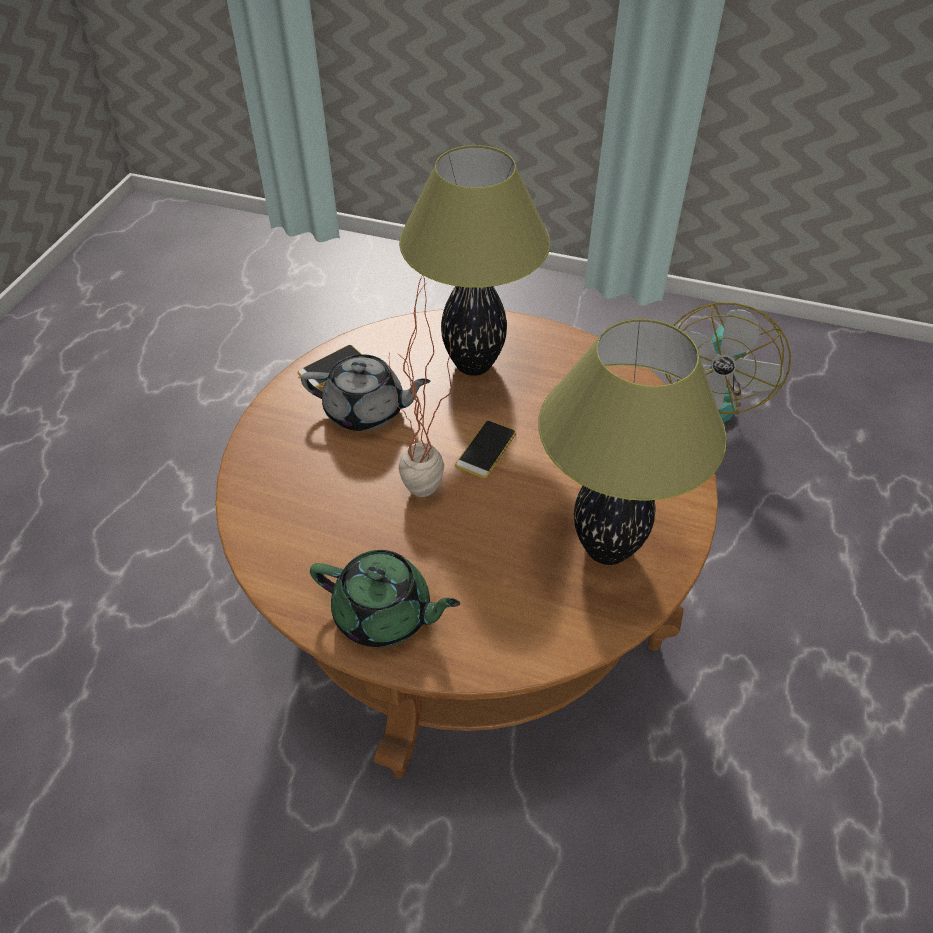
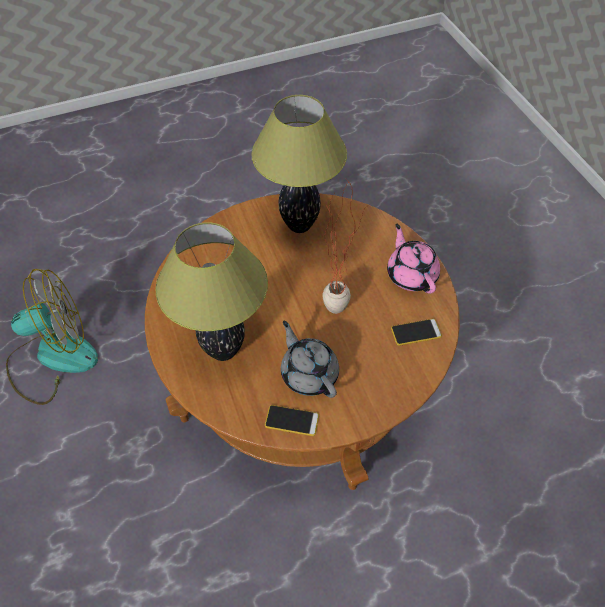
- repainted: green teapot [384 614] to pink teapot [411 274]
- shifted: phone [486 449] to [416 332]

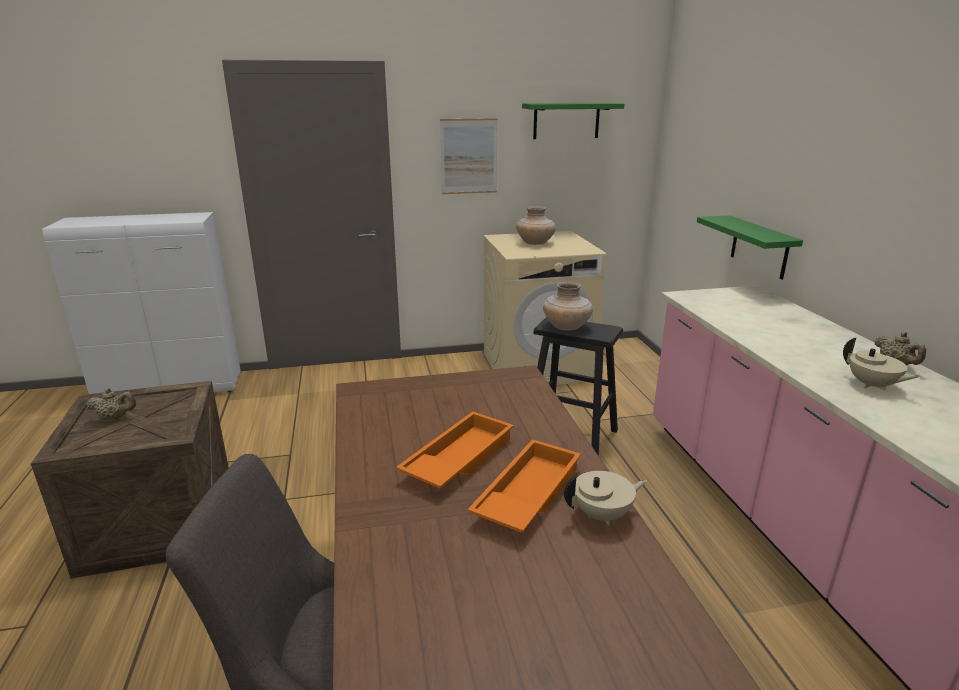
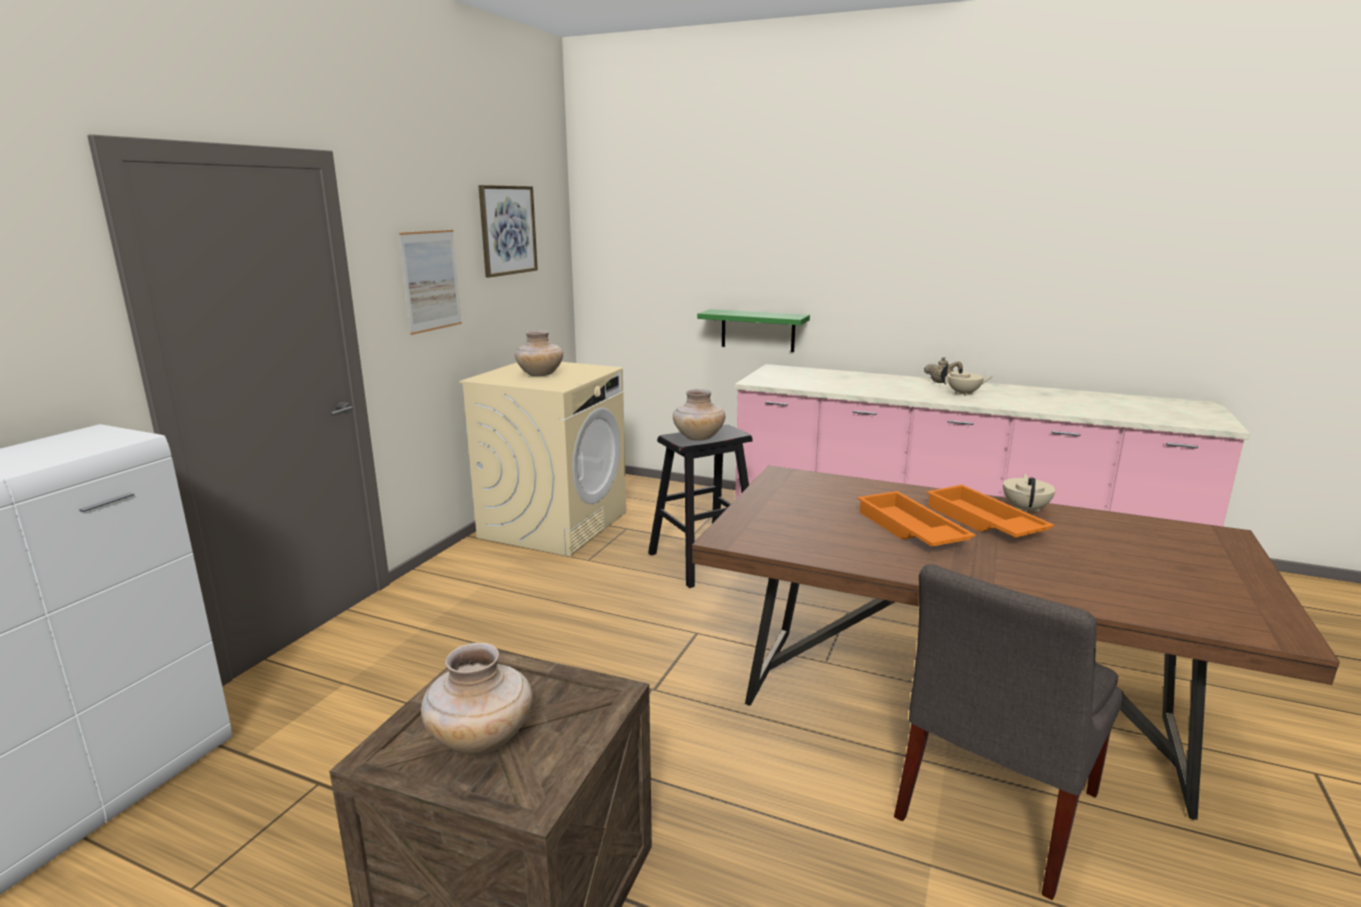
- swapped: beige teapot [115 417] to beige vase [481 739]
- swapped: green shelf [566 120] to picture [507 230]

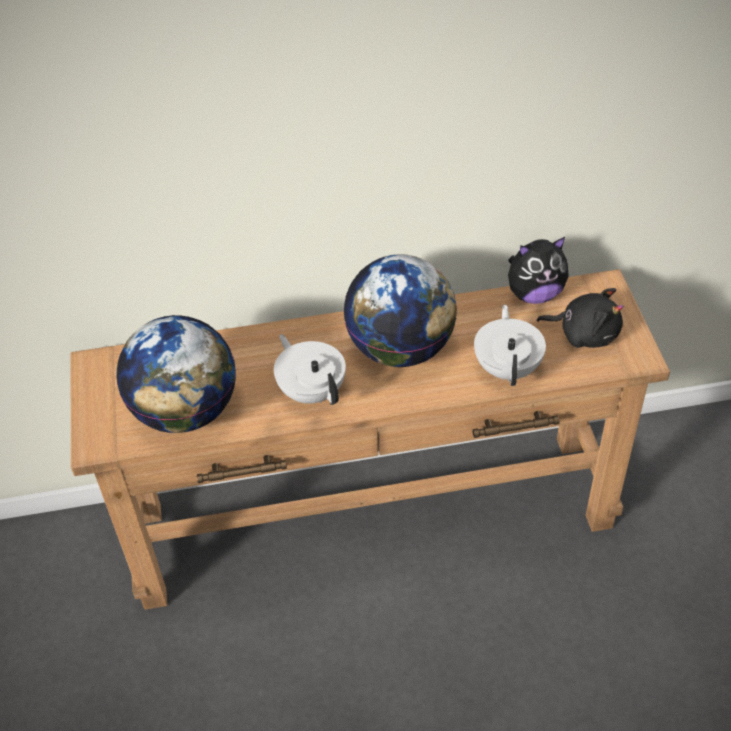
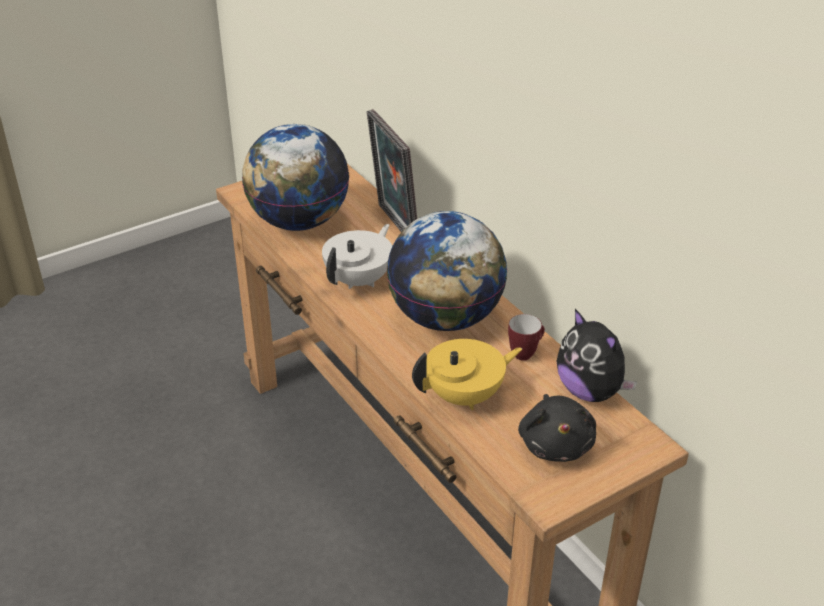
- repainted: white teapot [508 368] to yellow teapot [465 396]
- new: picture frame [393 225]
- new: mug [525 353]

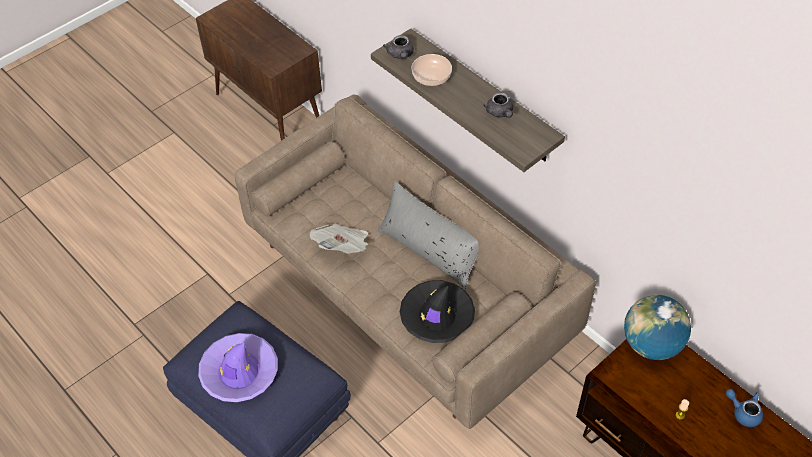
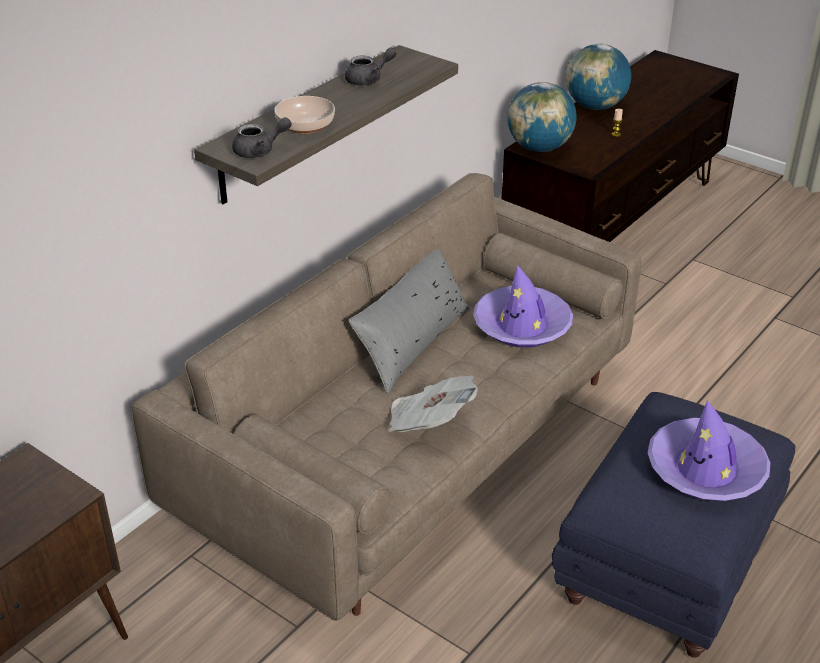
- repainted: black hat [437 317] to purple hat [522 326]
- swapped: blue teapot [743 412] to globe [595 106]

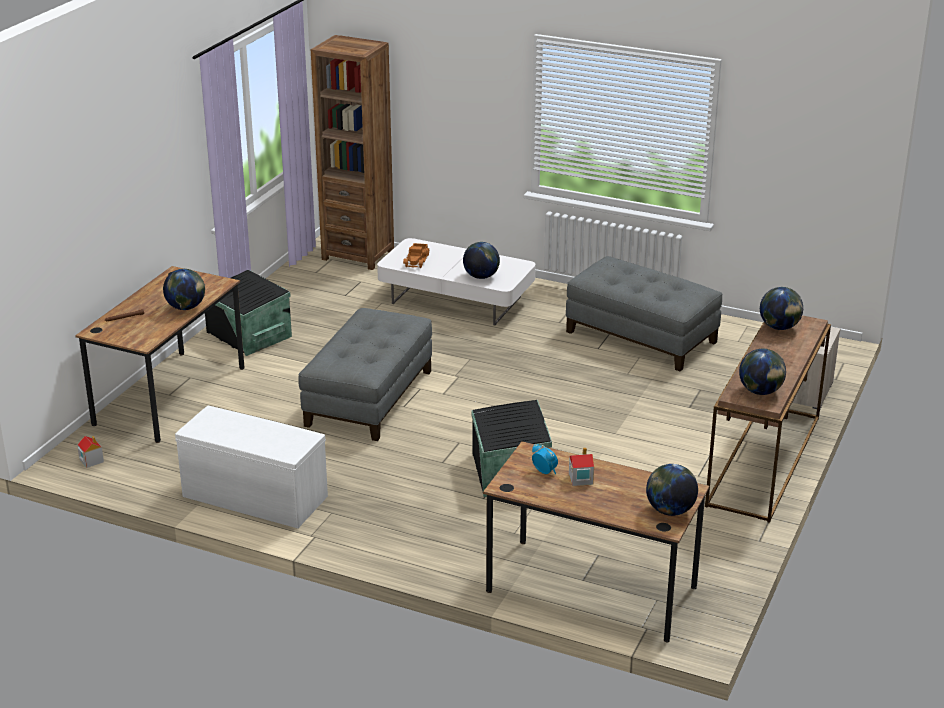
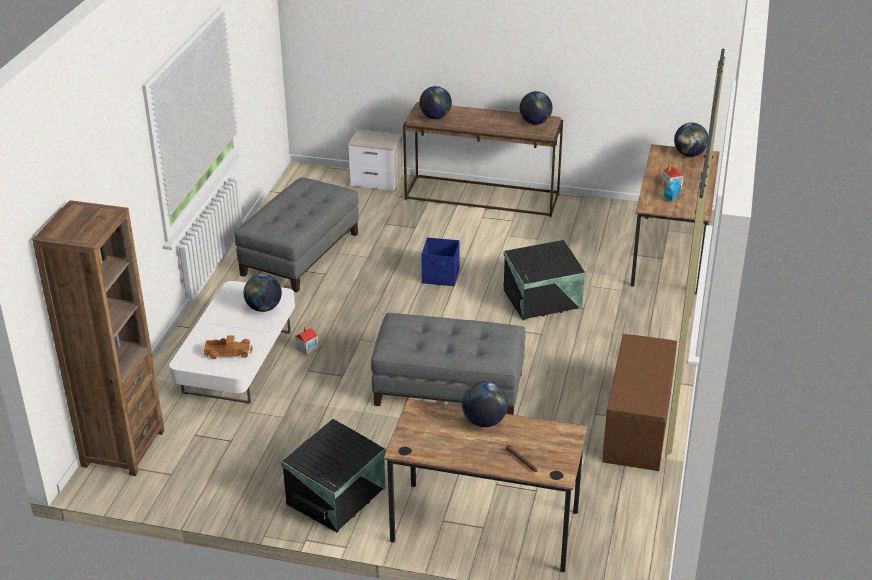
- shifted: toy house [91 460] to [307 348]
- repainted: white bench [253 497] to brown bench [638 427]
- new: blue storage box [441 276]

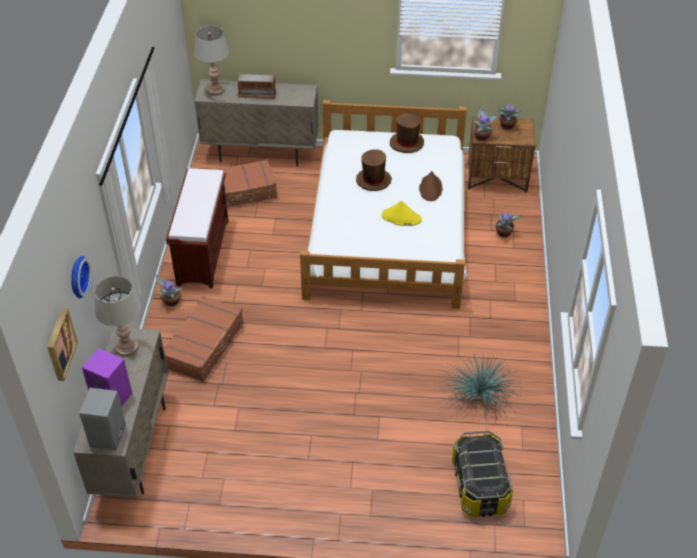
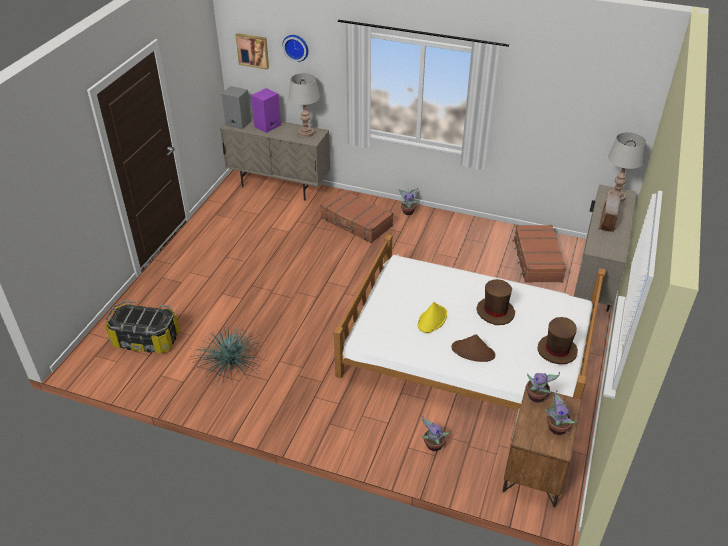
- gone: brown bench [203 251]

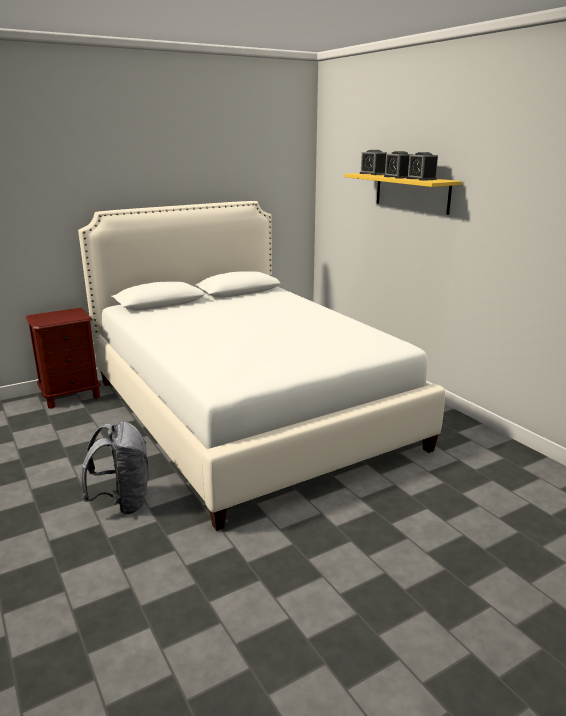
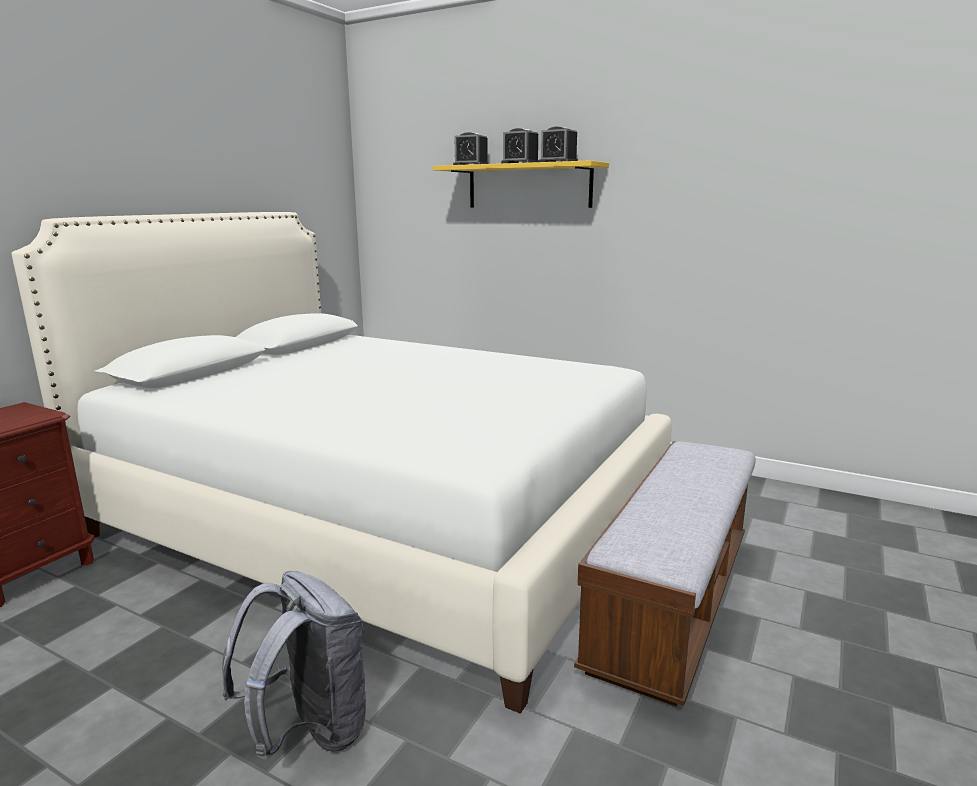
- new: bench [673 600]

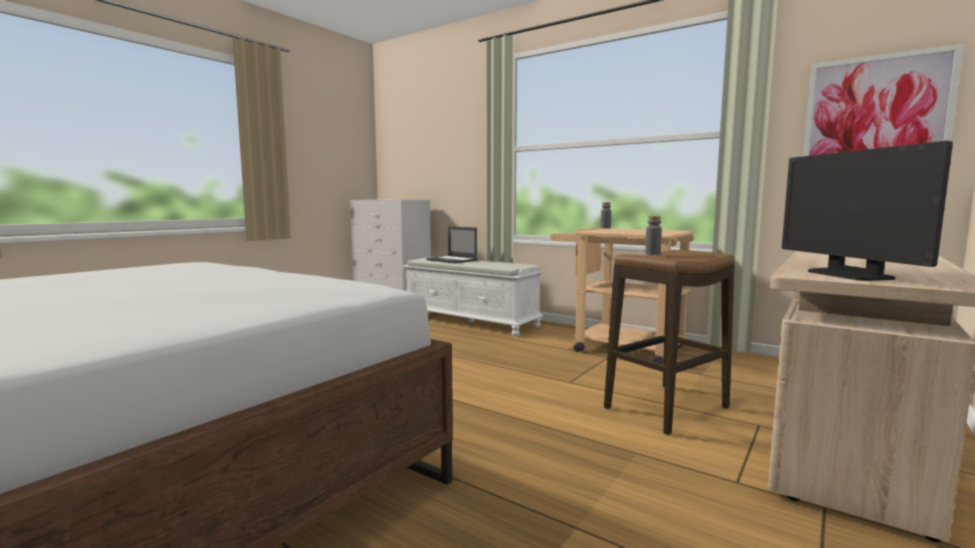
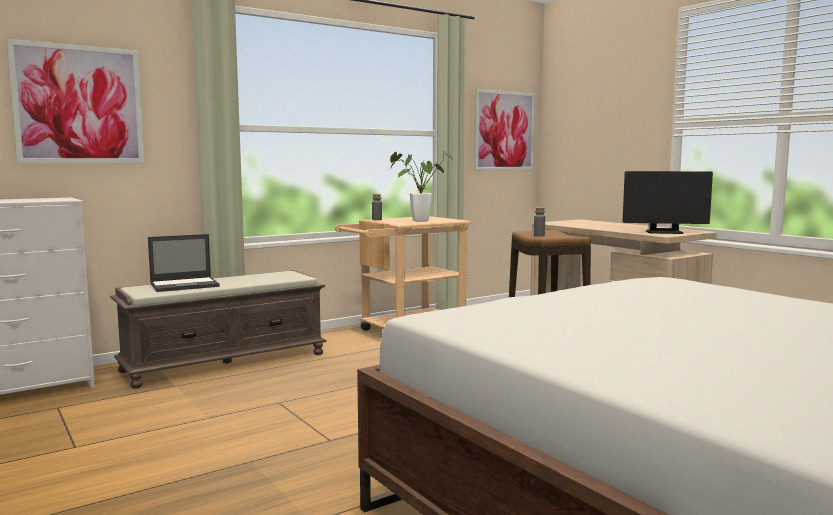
- repainted: white bench [472 321] to brown bench [226 362]
- new: picture [79 105]
- new: potted plant [416 221]

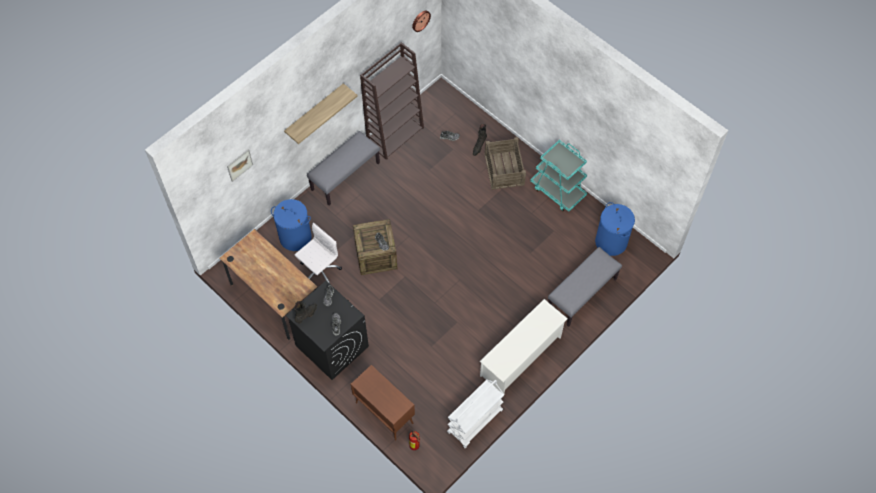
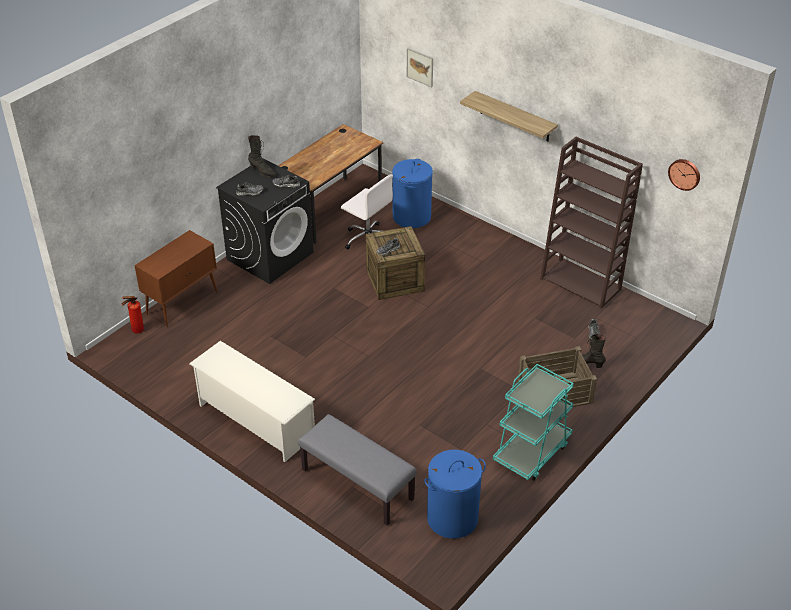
- gone: grey bench [345 176]
- gone: white cart [475 422]

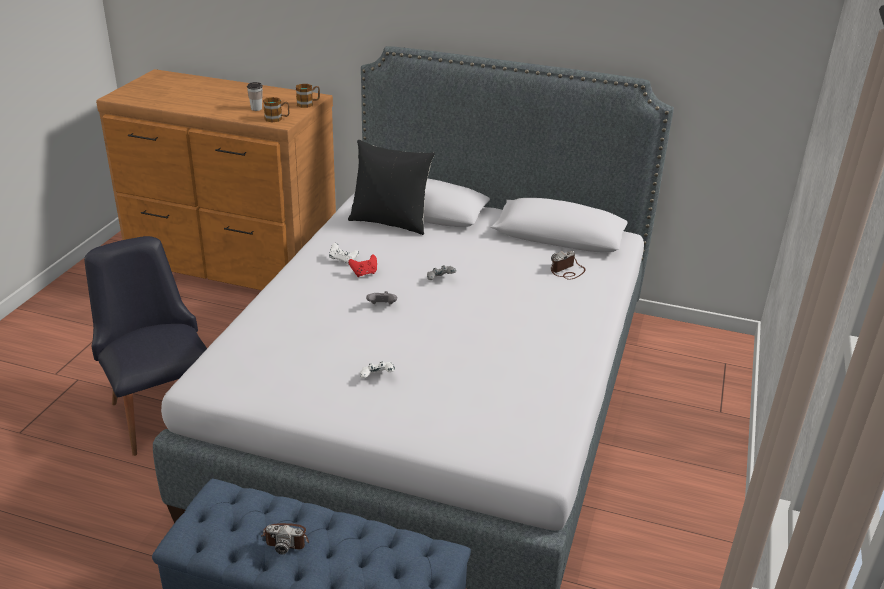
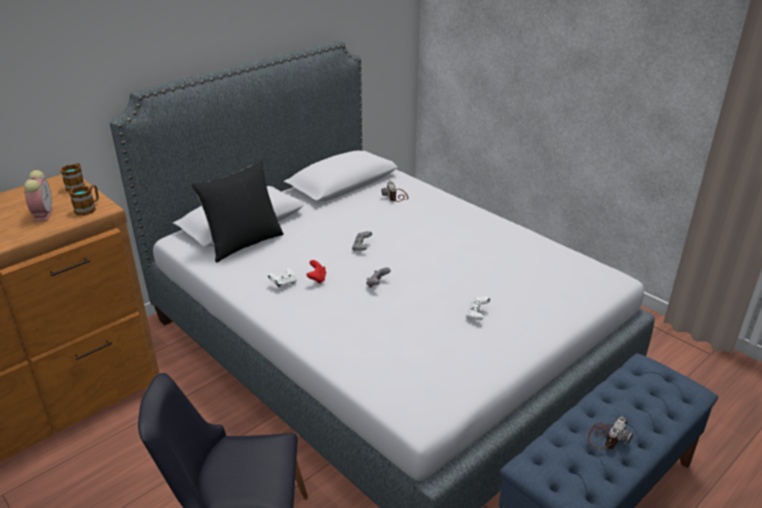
- swapped: cup [256 108] to alarm clock [43 214]

